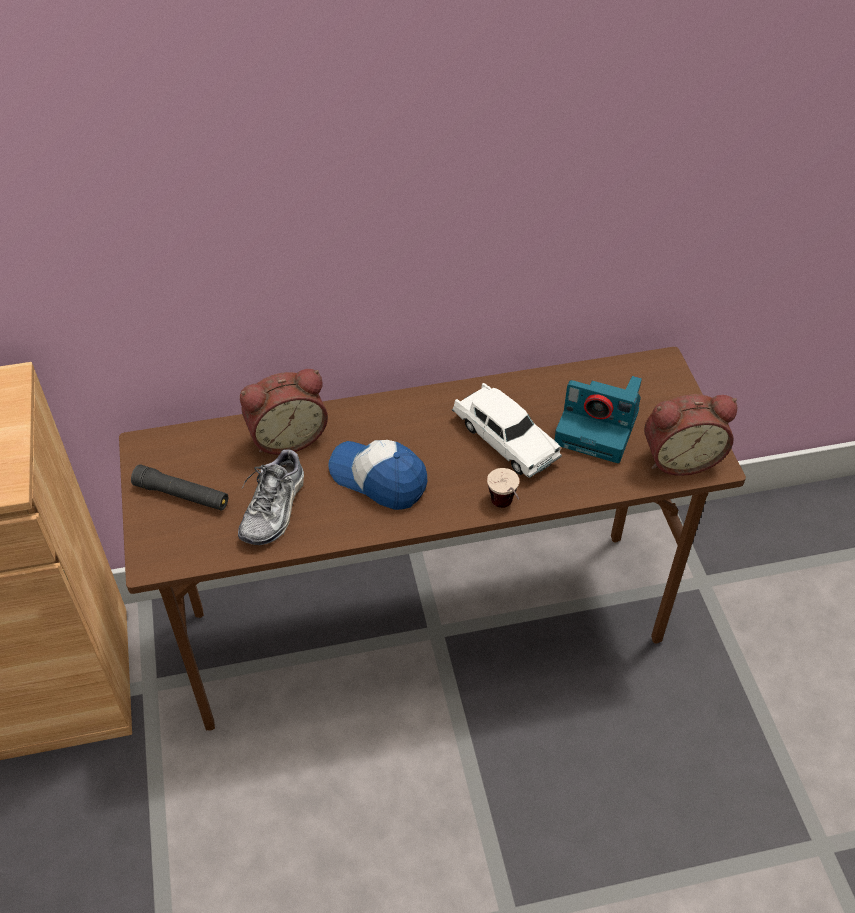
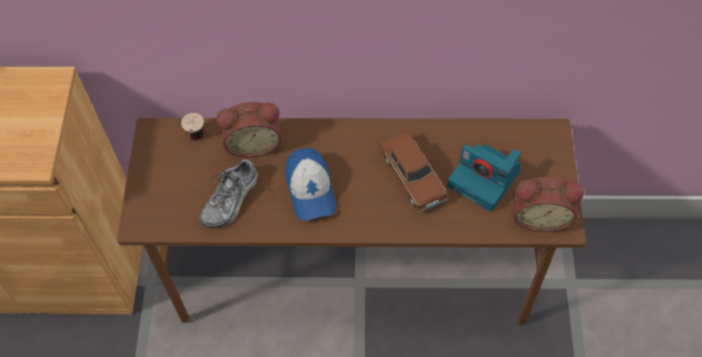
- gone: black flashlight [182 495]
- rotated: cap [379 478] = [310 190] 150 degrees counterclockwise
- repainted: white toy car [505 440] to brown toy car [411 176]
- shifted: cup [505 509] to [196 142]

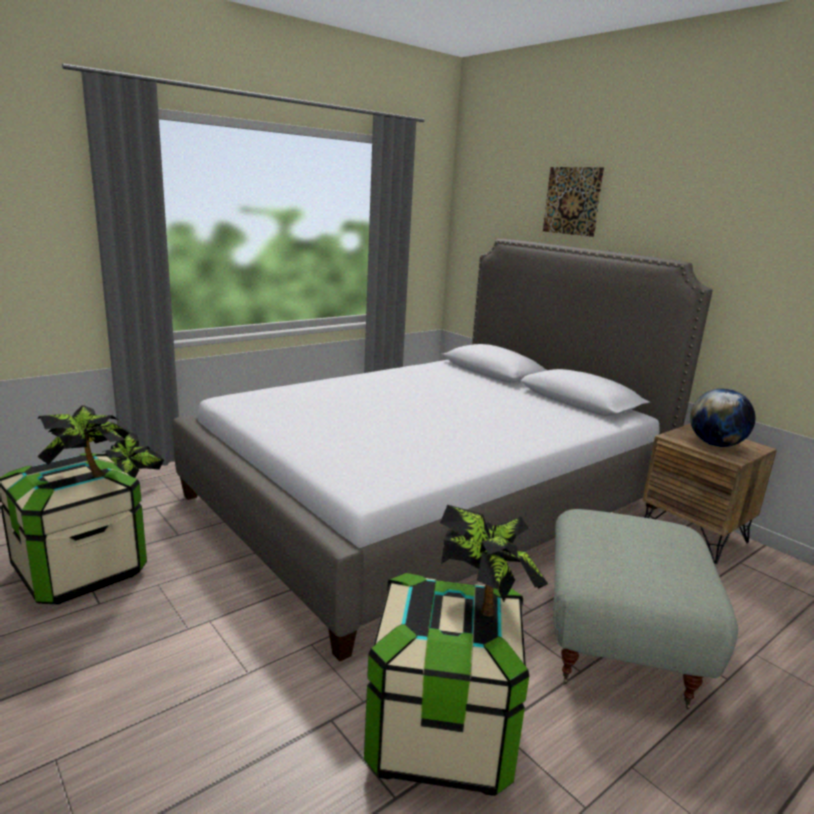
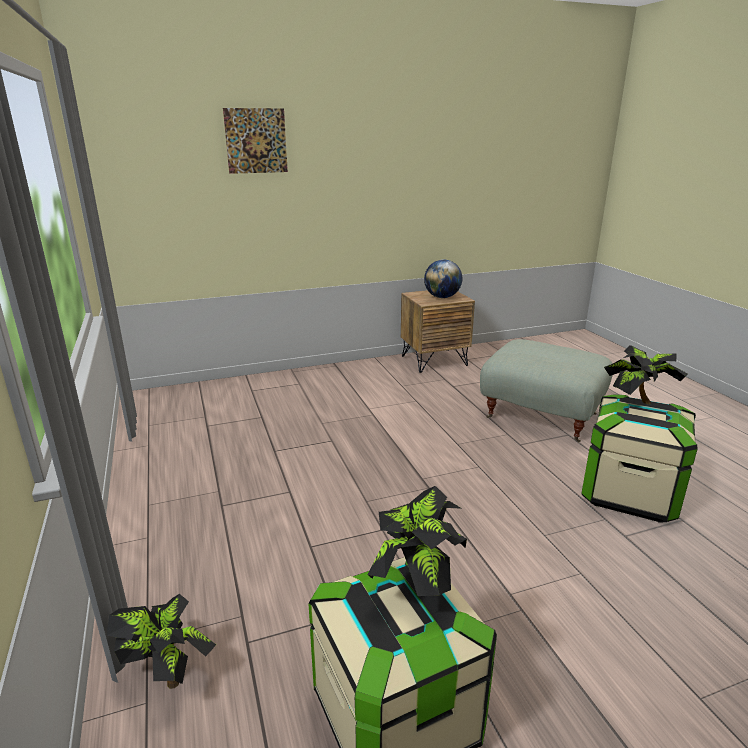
- gone: bed [429 501]

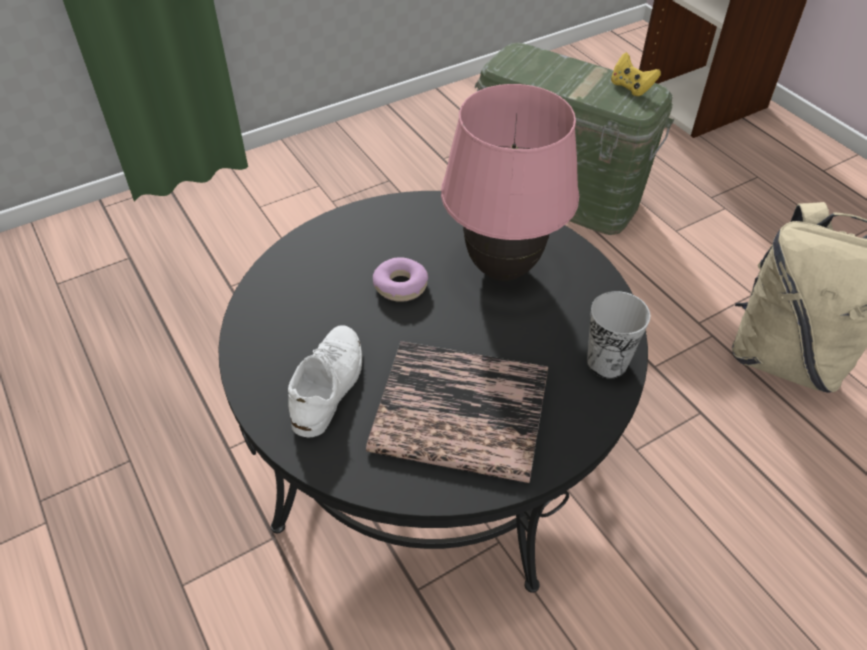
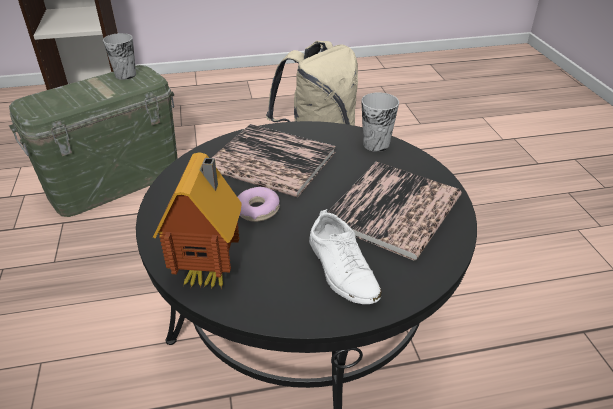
- rotated: white shoe [328 384] = [342 269] 150 degrees counterclockwise
- swapped: pink table lamp [502 269] to book [271 161]
- swapped: yellow game controller [631 87] to cup [125 75]
- new: toy house [211 274]

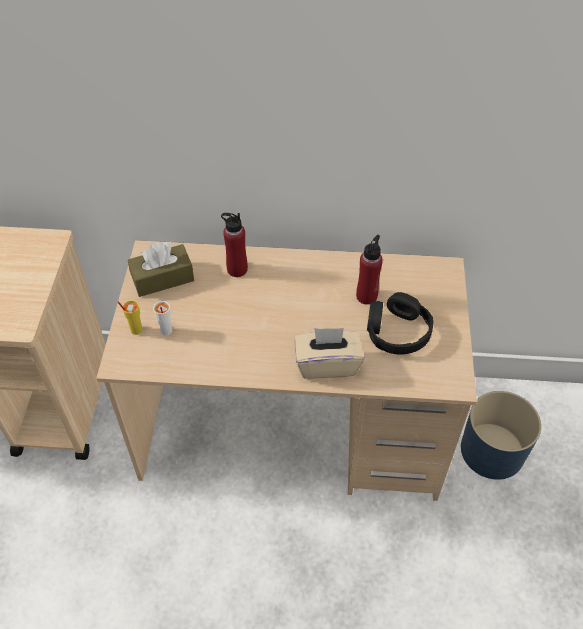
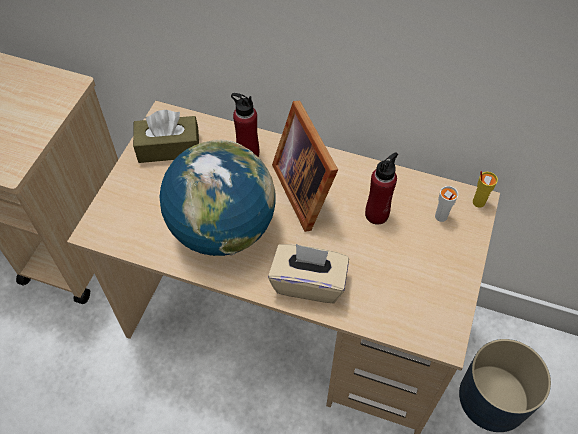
- shifted: yellow cup [136 330] to [478 202]
- shifted: white cup [166 331] to [440 217]
- gone: black headphones [397 331]
- new: globe [222 229]
- new: picture frame [307 188]

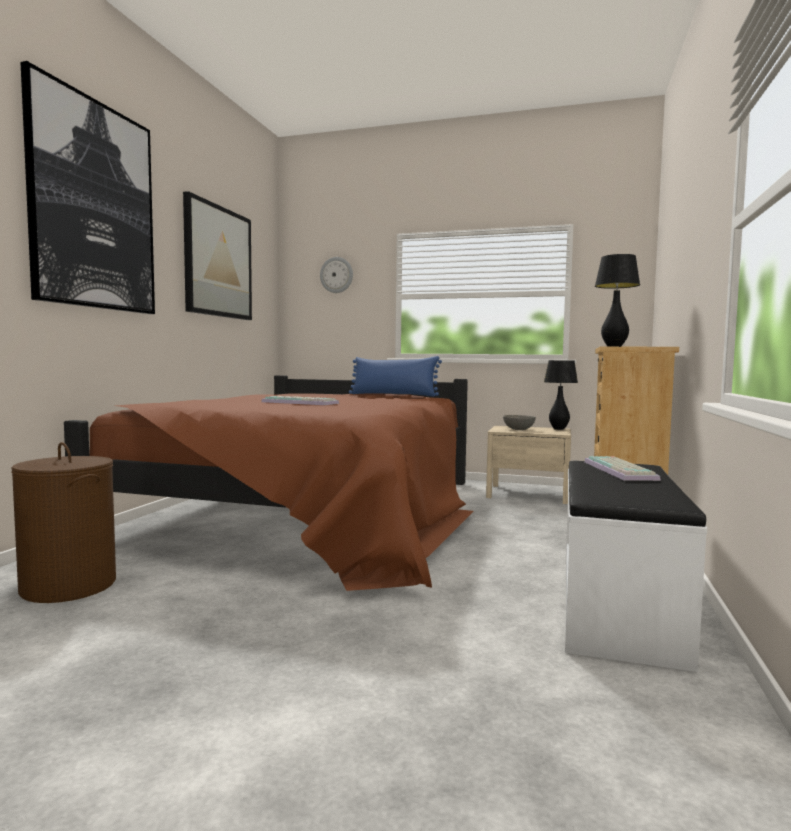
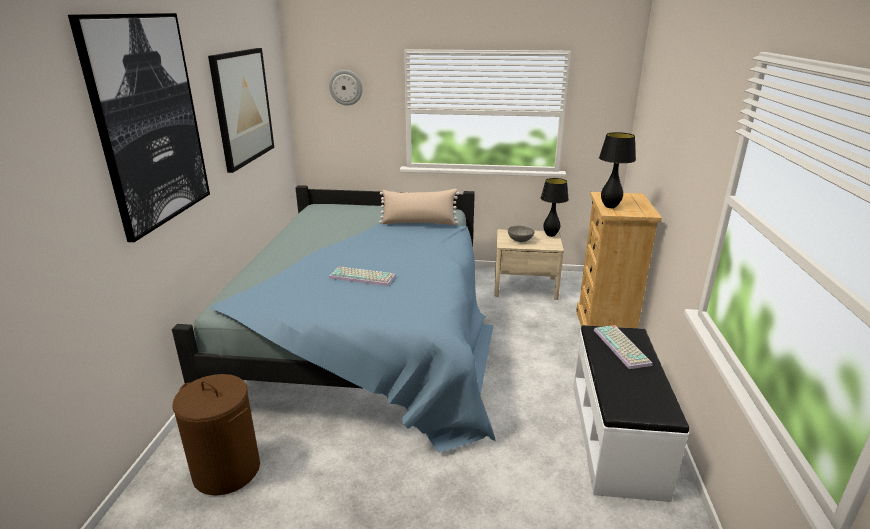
- repainted: brown bed [318 511] to blue bed [369 334]
- repainted: blue pillow [394 395] to beige pillow [419 223]

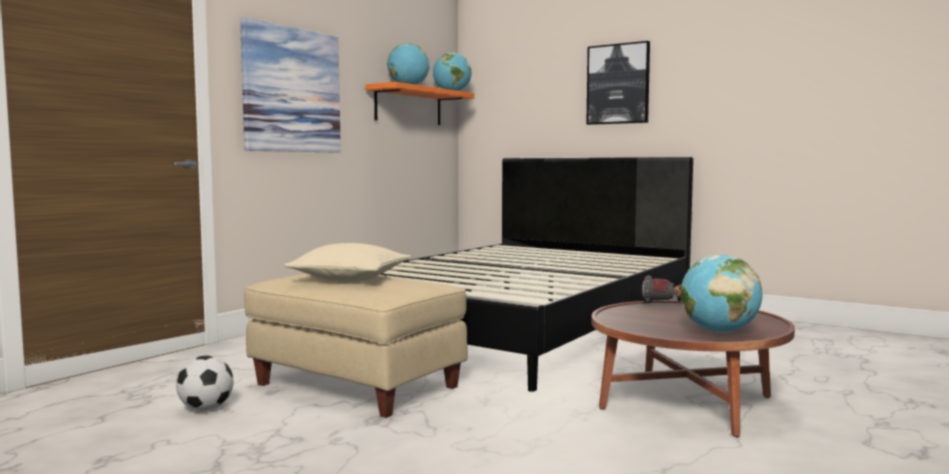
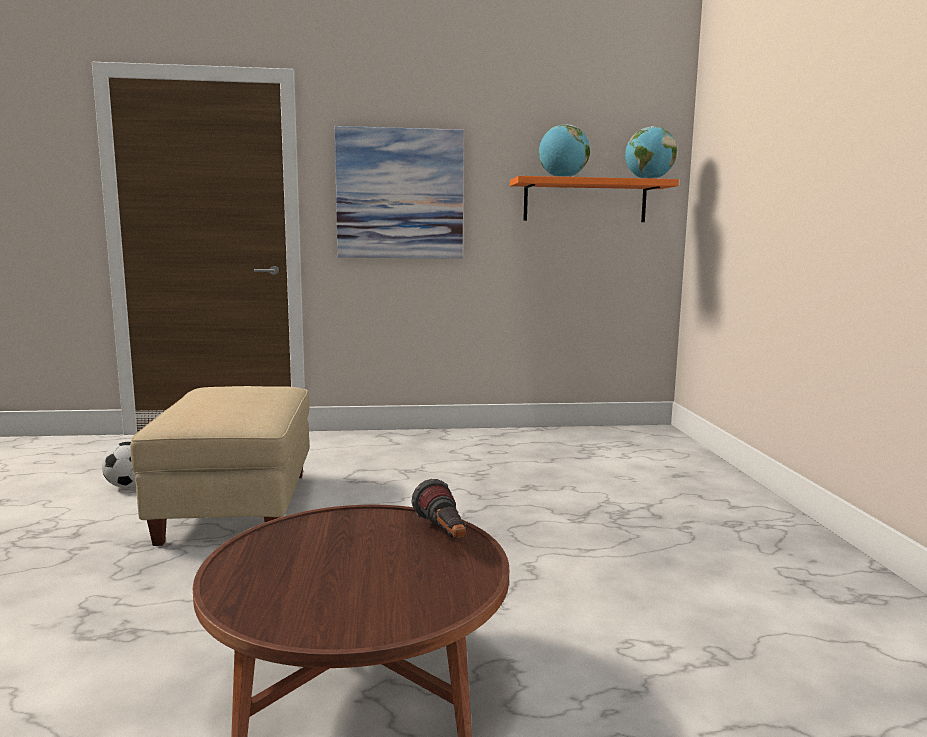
- gone: beige pillow [350 278]
- gone: black bed [517 326]
- gone: picture [618 84]
- gone: globe [719 331]

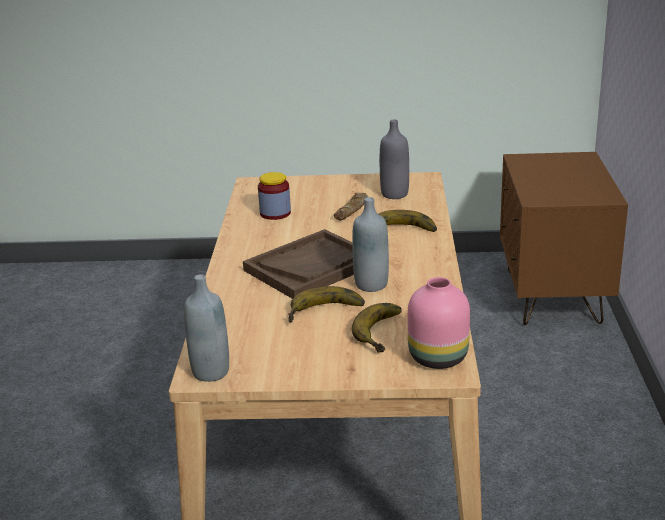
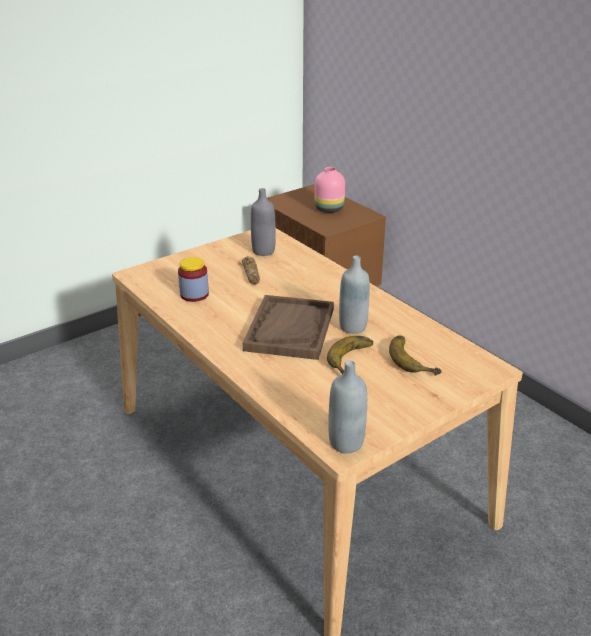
- gone: banana [401 231]
- shifted: pink vase [436 358] to [328 209]

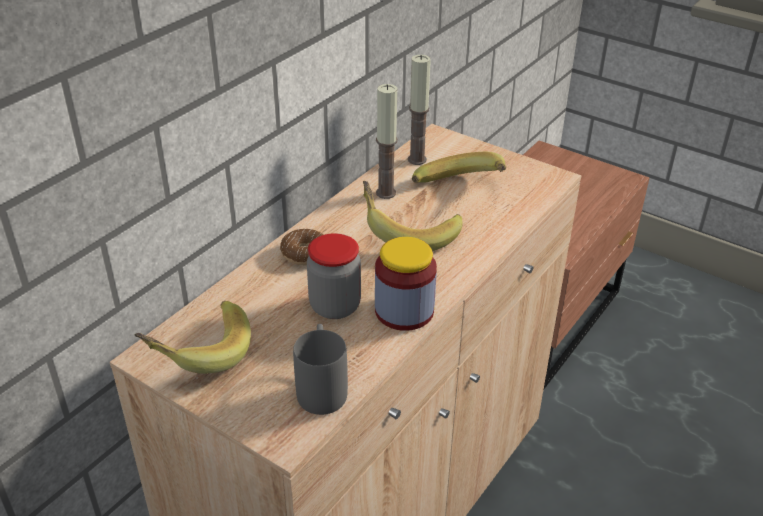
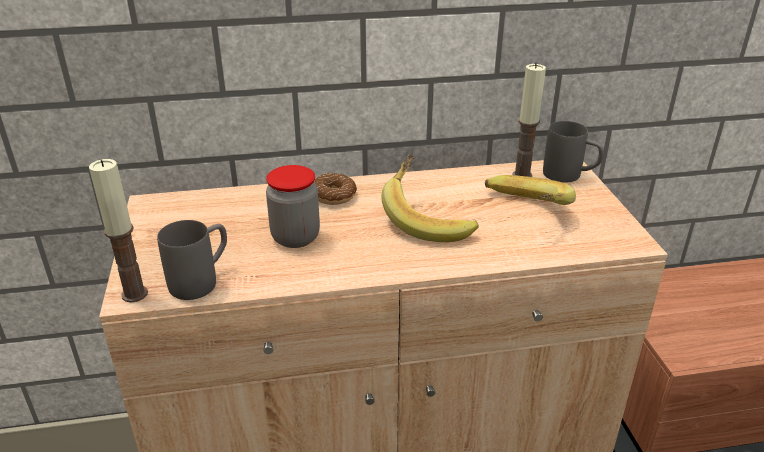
- gone: banana [198 353]
- gone: jar [404 311]
- shifted: candle [386 193] to [134 294]
- new: grey mug [570 176]

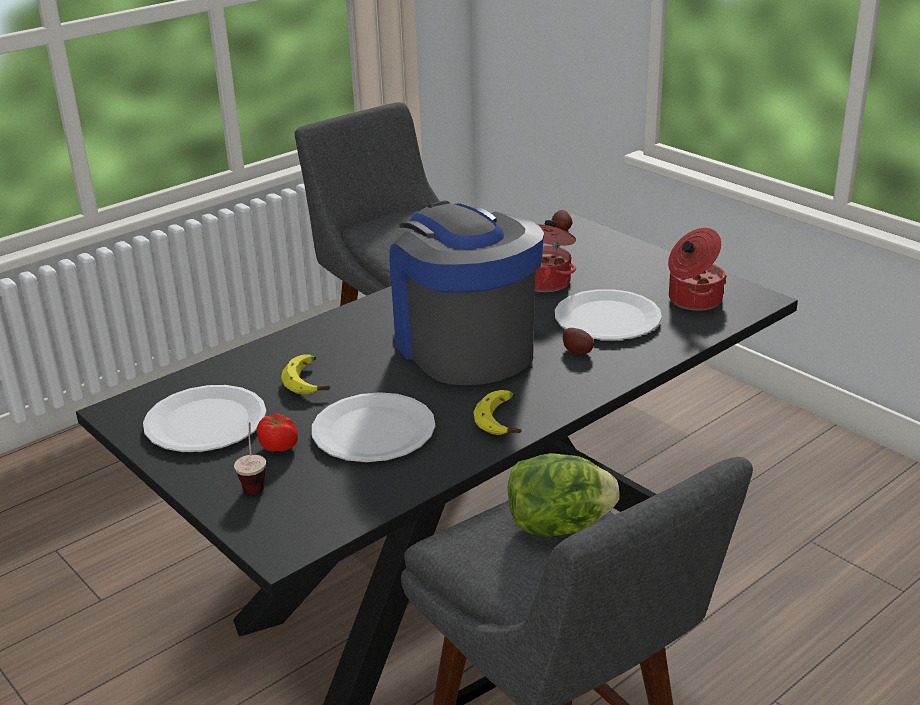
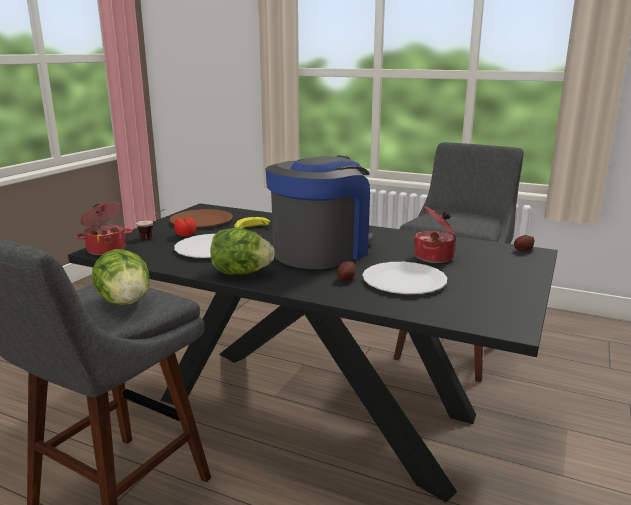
- repainted: white plate [205 422] to brown plate [201 220]
- swapped: banana [504 420] to lettuce [241 273]
- shifted: cooking pot [693 300] to [106 249]

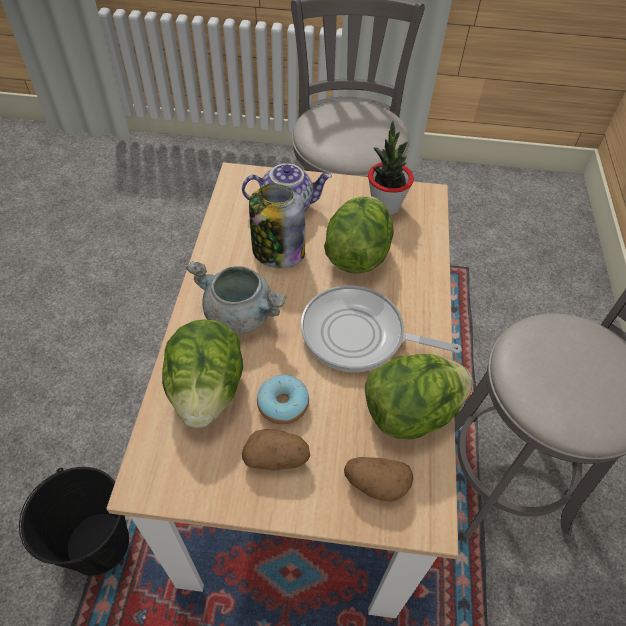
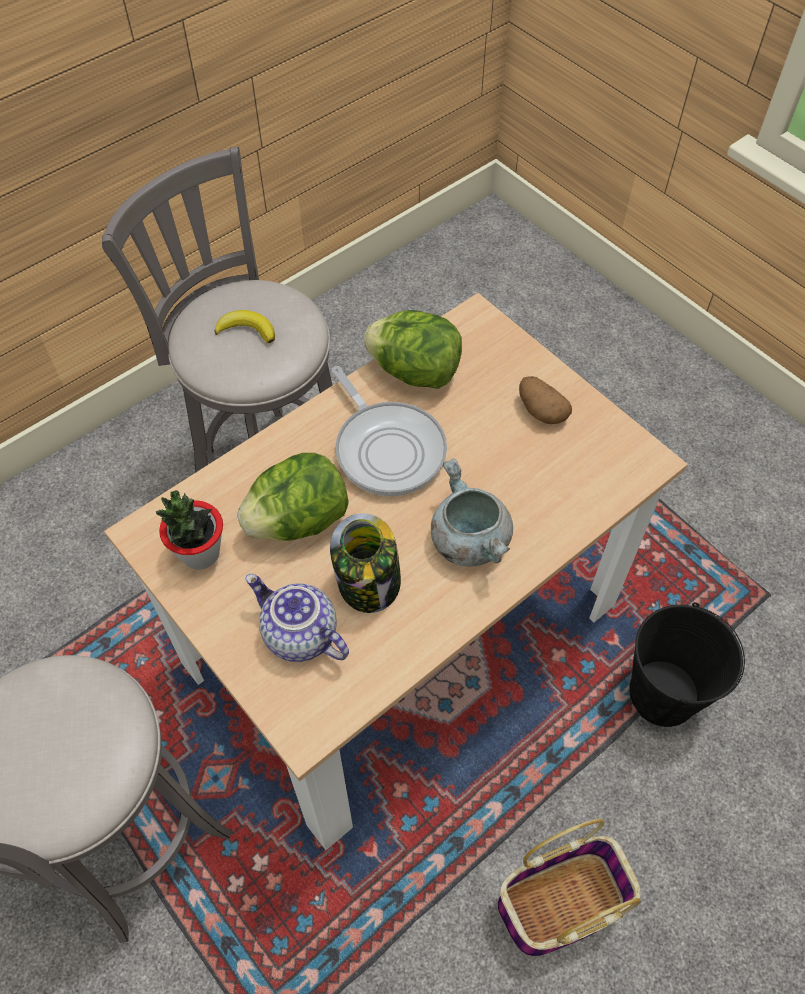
- gone: lettuce [207 390]
- gone: donut [283 404]
- gone: potato [375 484]
- new: banana [247 330]
- new: basket [559 906]

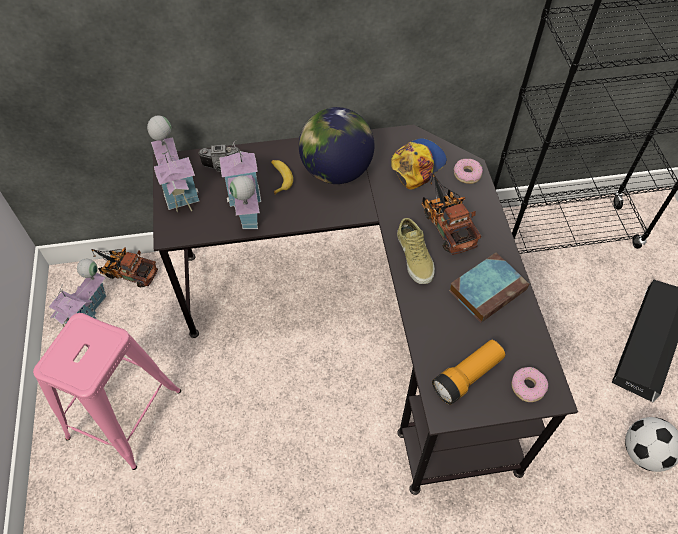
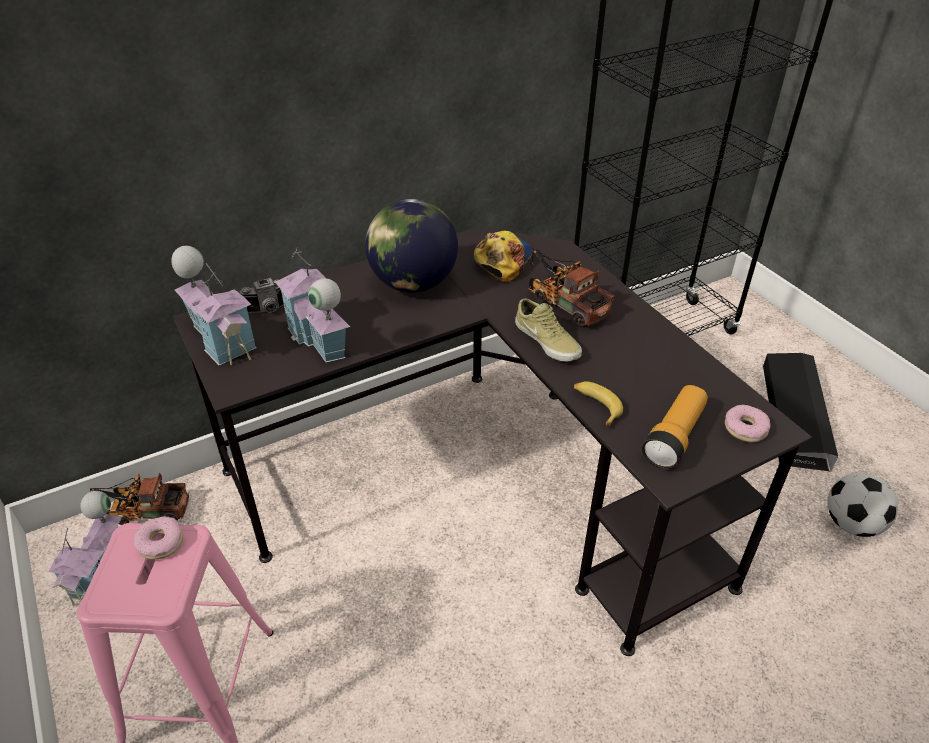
- shifted: banana [279 178] to [596 405]
- gone: book [488 289]
- shifted: donut [467 174] to [161 542]

